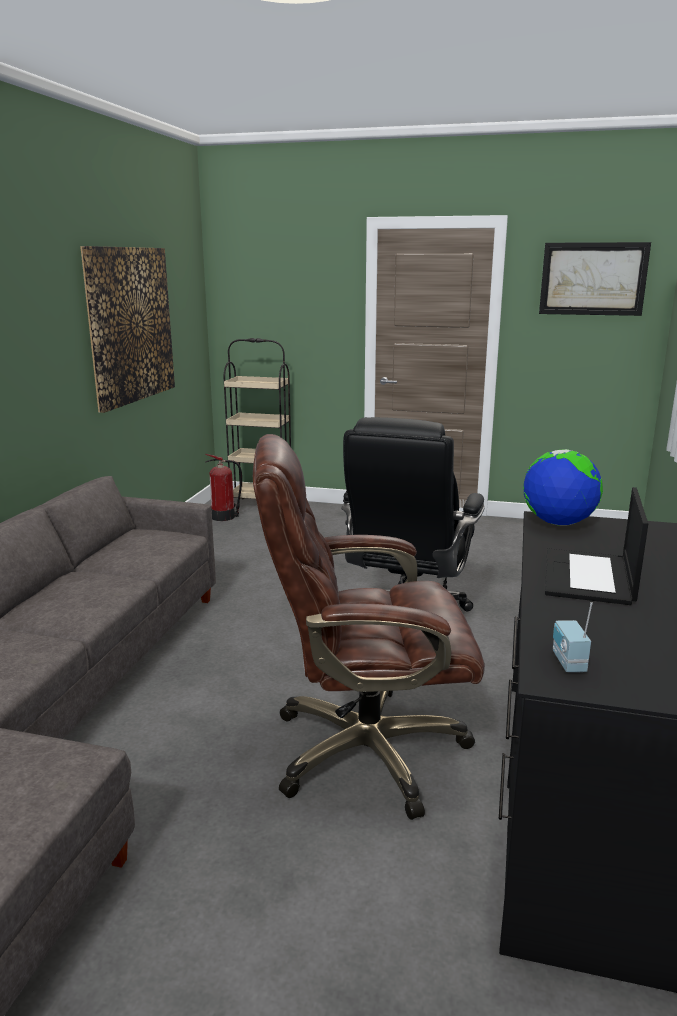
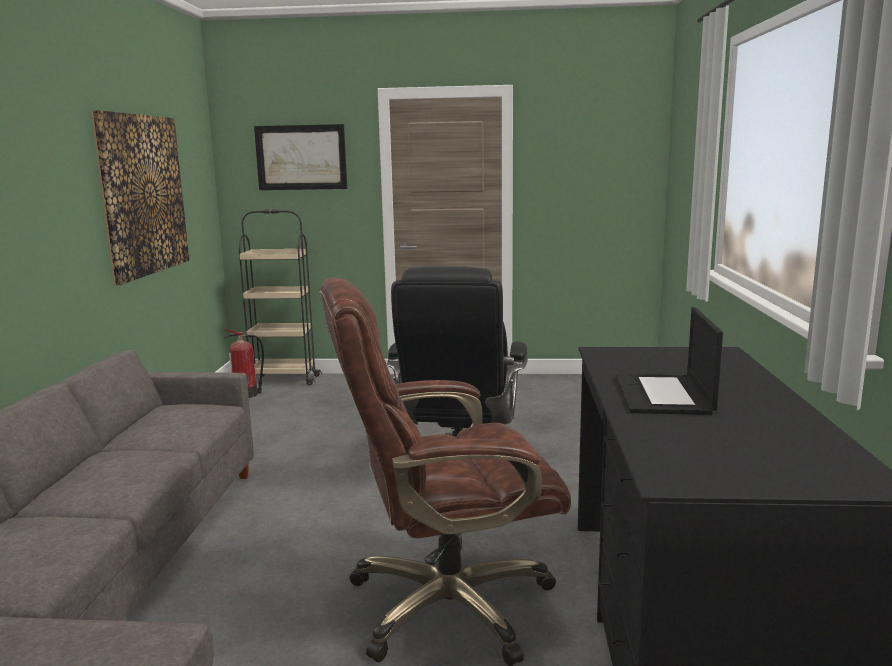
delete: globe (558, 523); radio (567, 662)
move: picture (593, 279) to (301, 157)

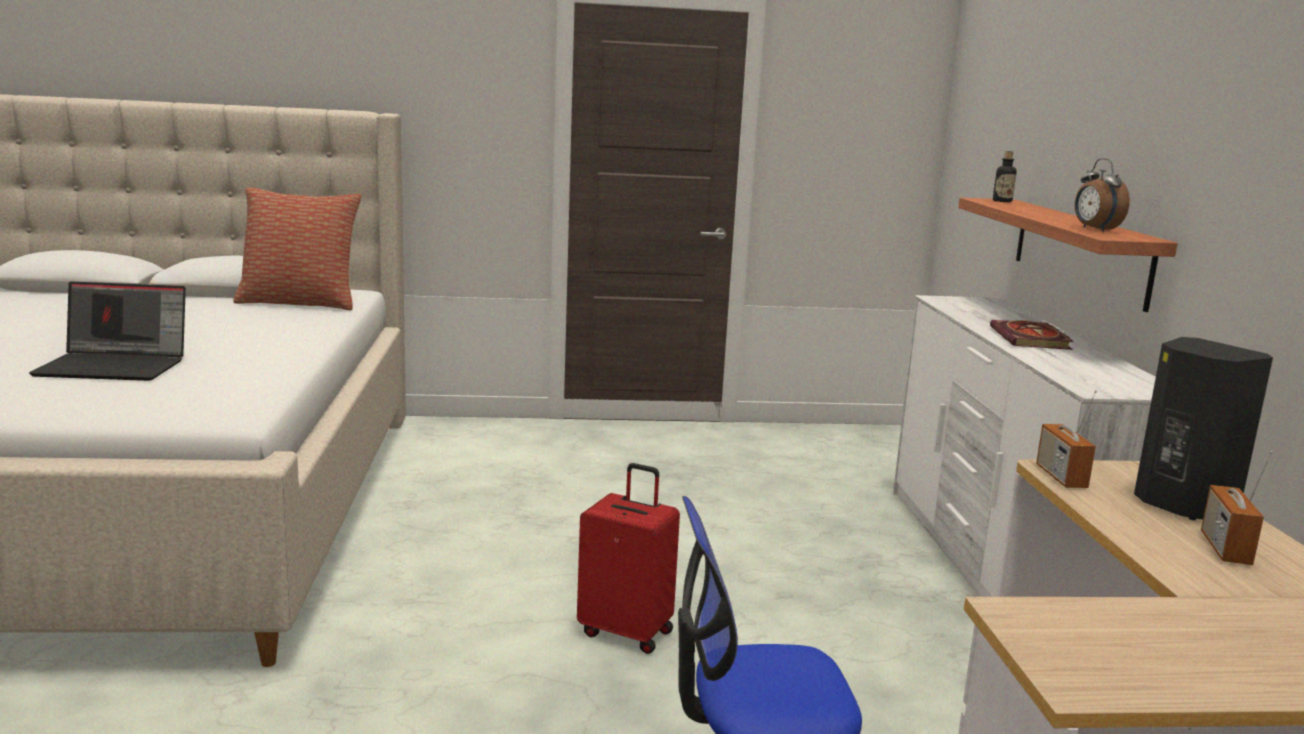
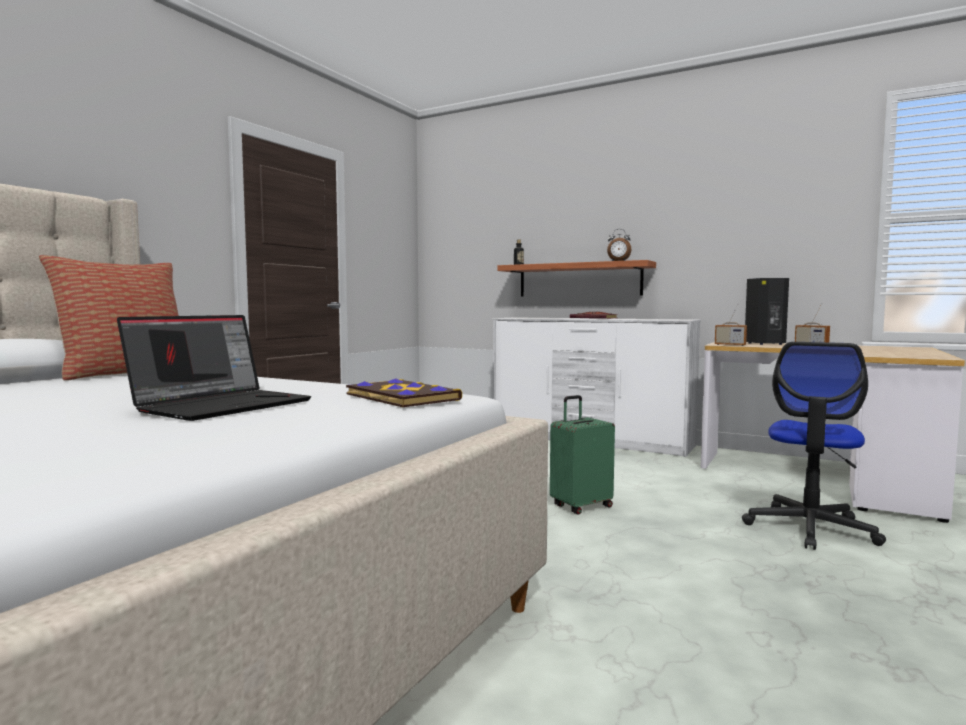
insert: book (400, 397)
recolor: red suitcase (627, 632) to green suitcase (580, 506)

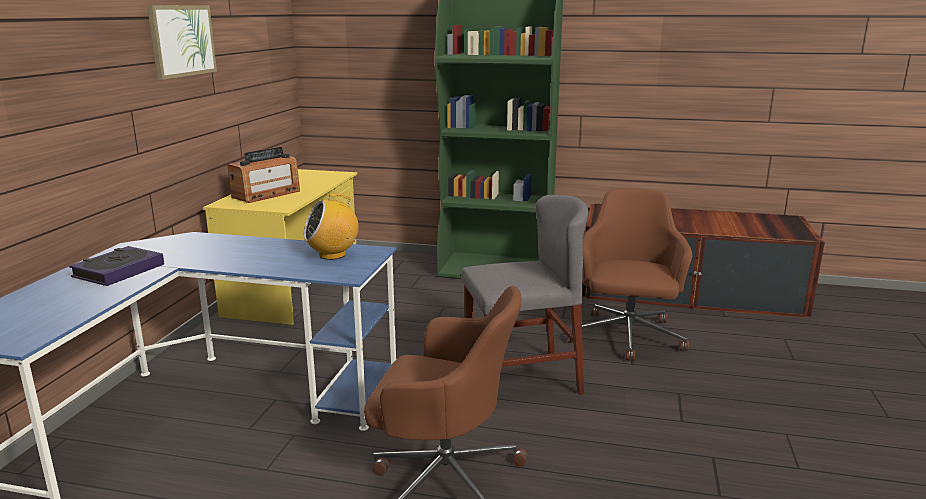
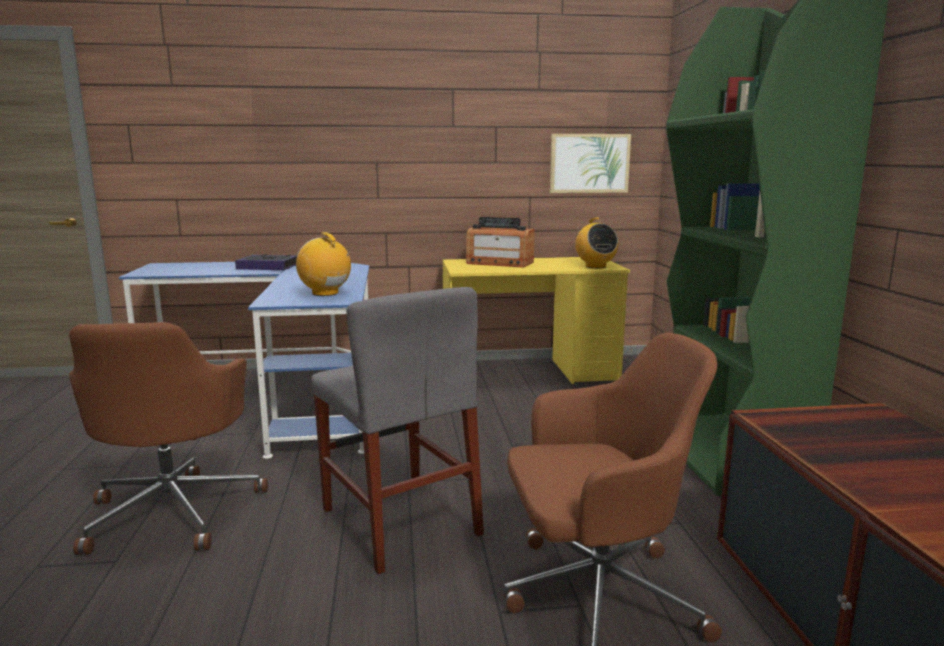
insert: radio (595, 266)
move: picture (182, 40) to (589, 163)

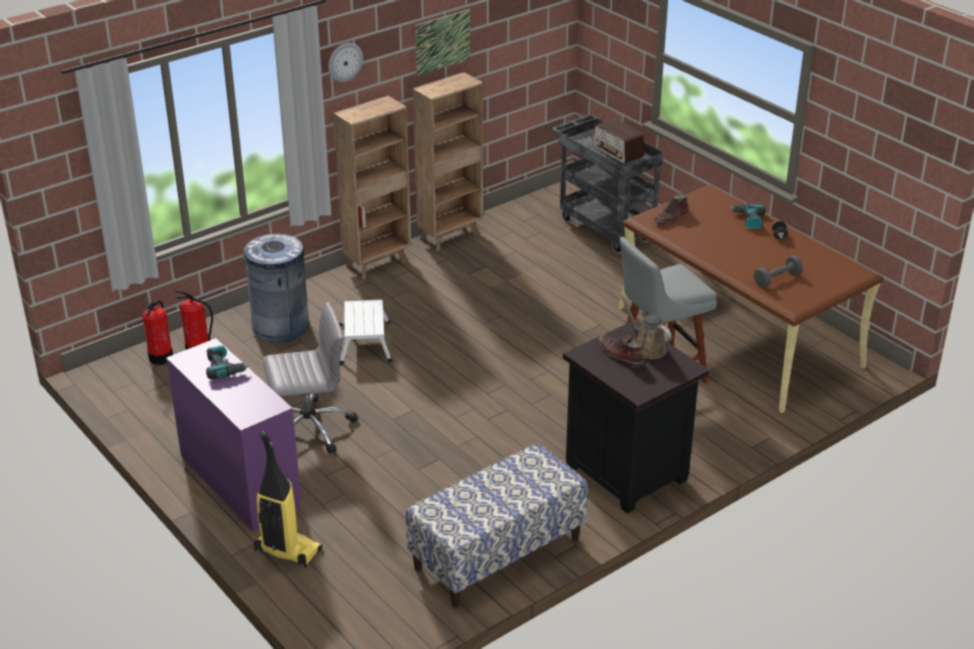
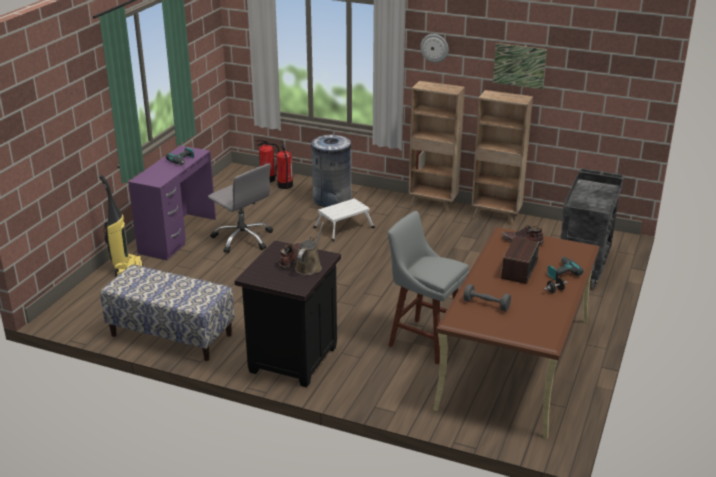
move: radio (618, 152) to (519, 270)

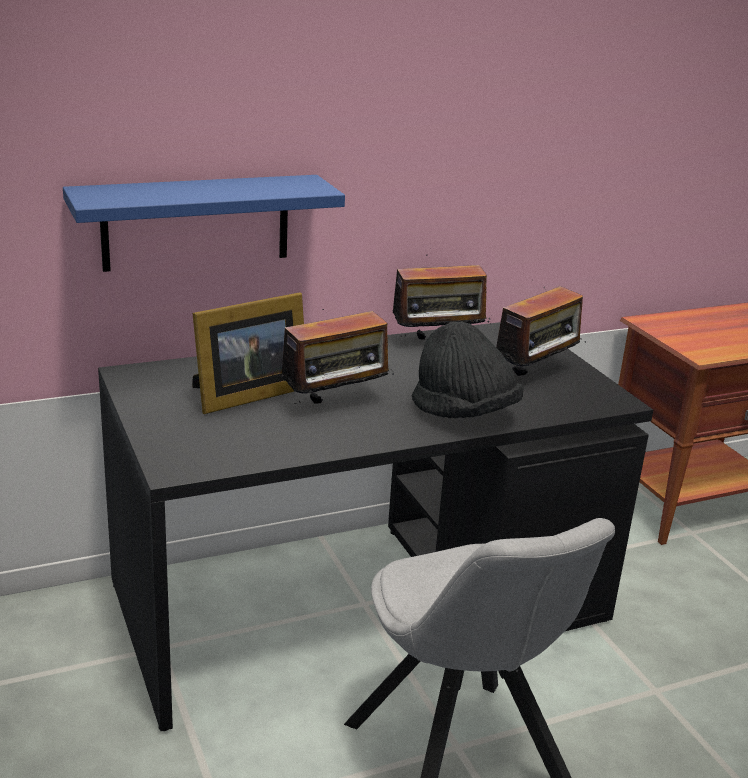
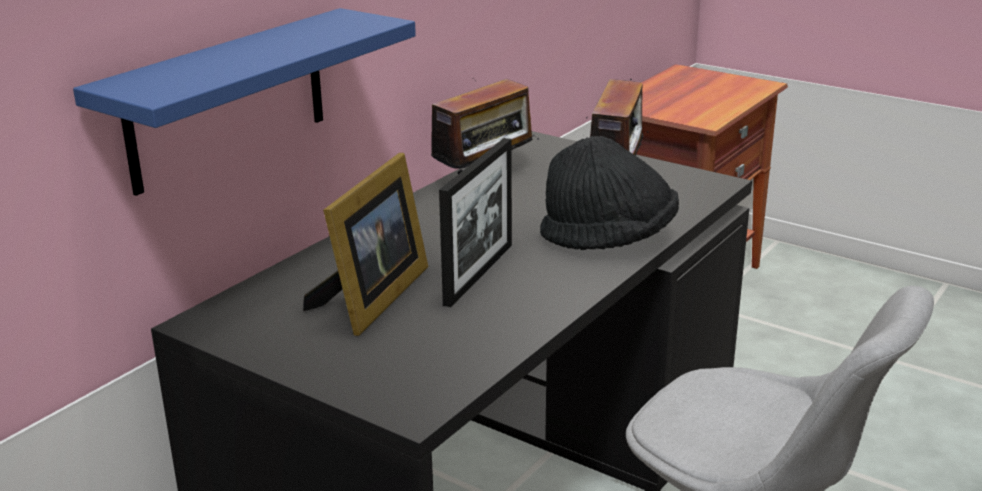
replace: radio (336, 404) to picture frame (479, 274)

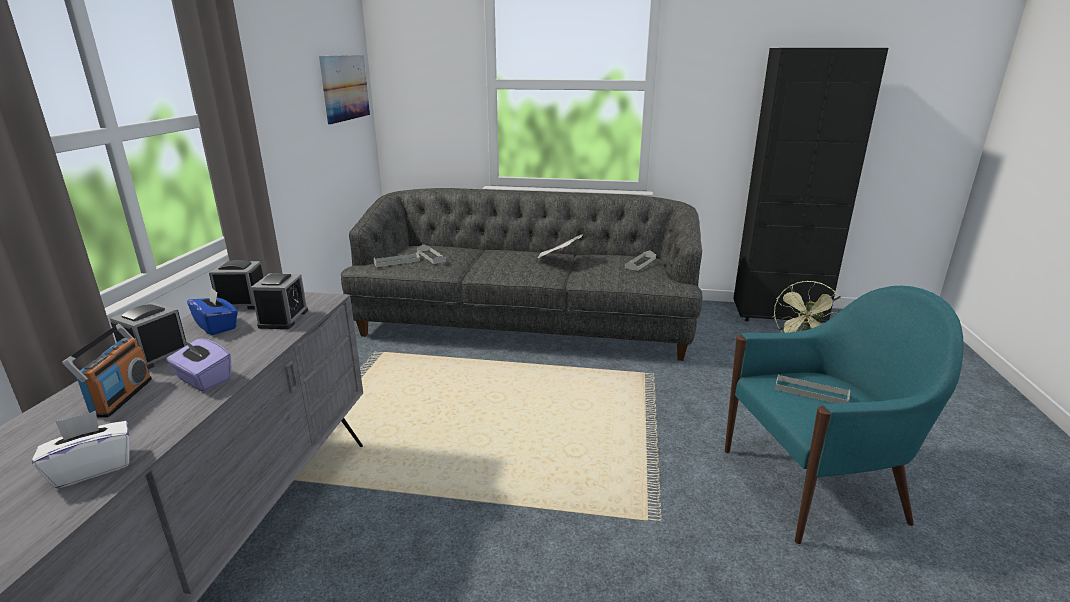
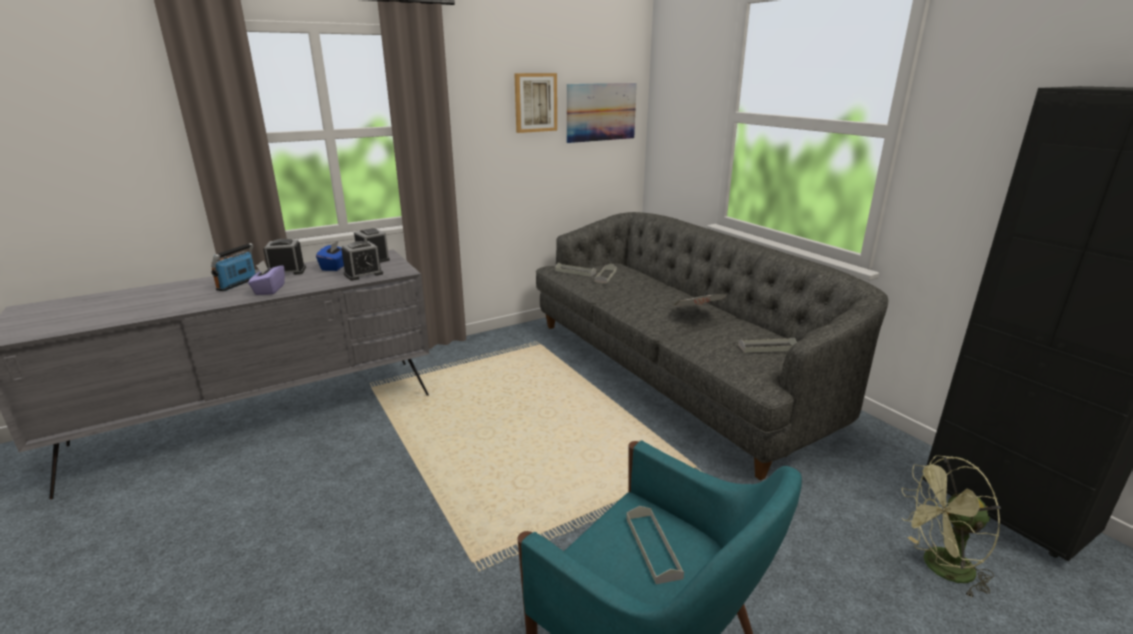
delete: white tissue box (93, 468)
insert: picture (535, 102)
rotate: radio (121, 397) = (237, 284) 150 degrees clockwise

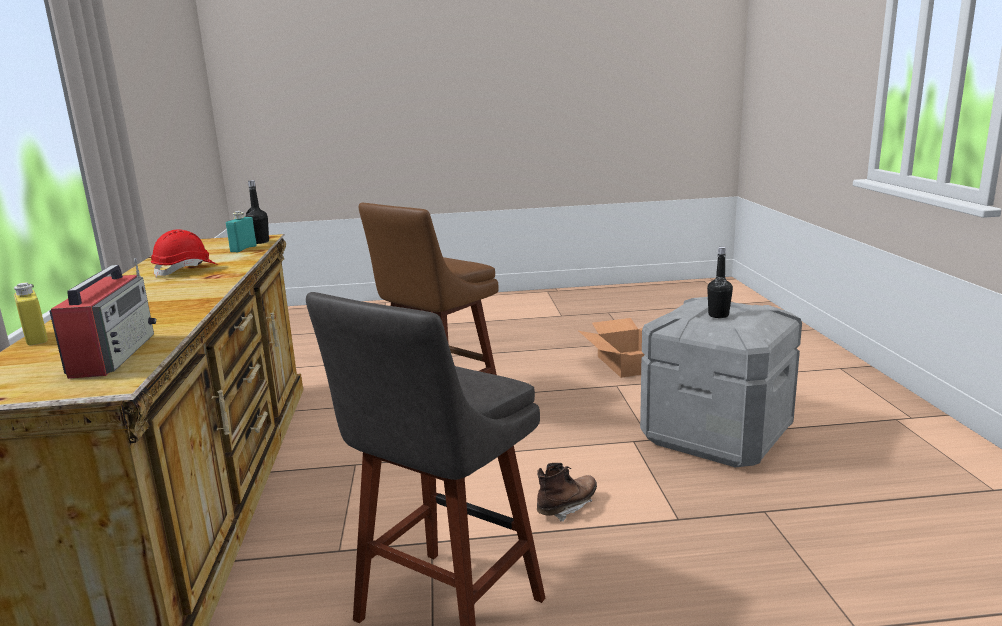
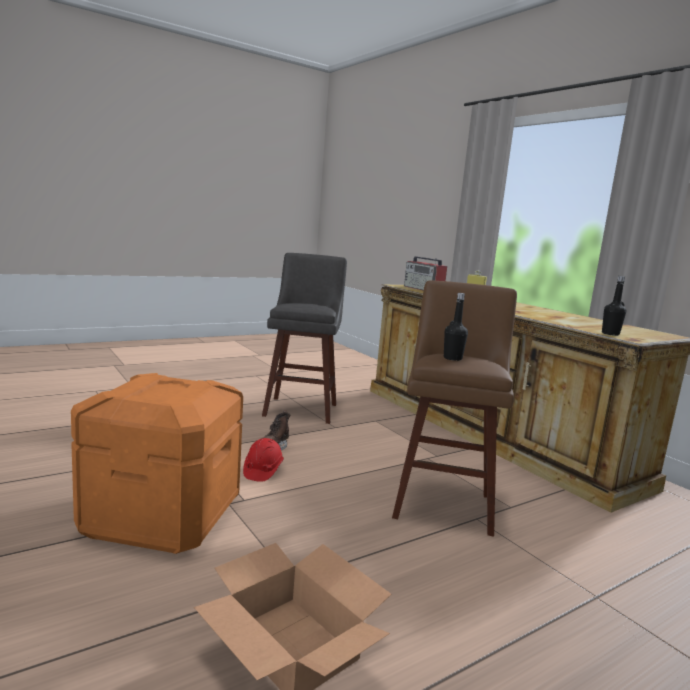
delete: turquoise bottle (243, 249)
move: red hard hat (186, 270) to (262, 470); black bottle (718, 315) to (452, 358)
recolor: grey storage box (716, 436) to orange storage box (161, 516)

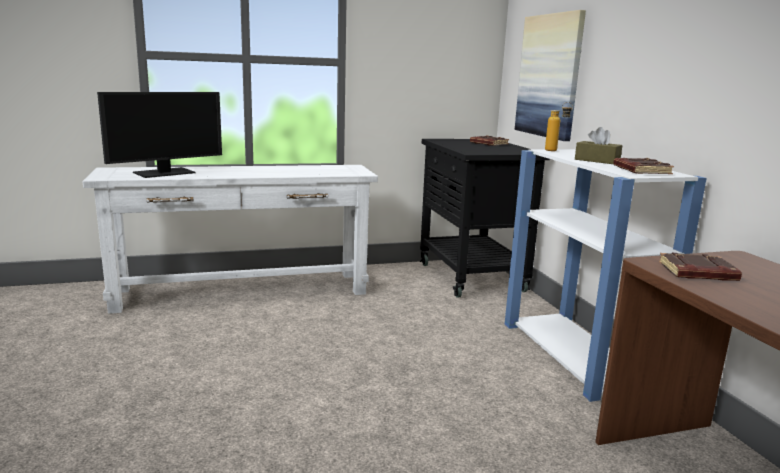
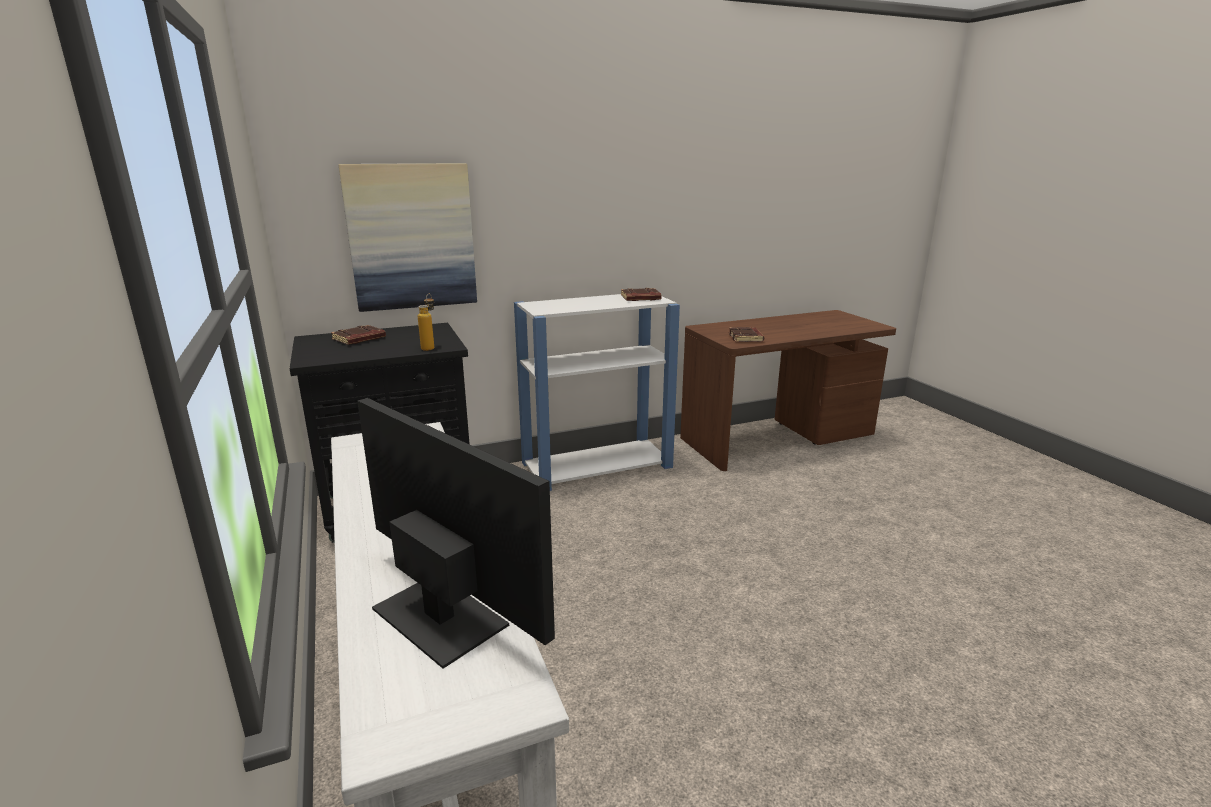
delete: brown tissue box (597, 160)
move: bottle (556, 150) to (430, 347)

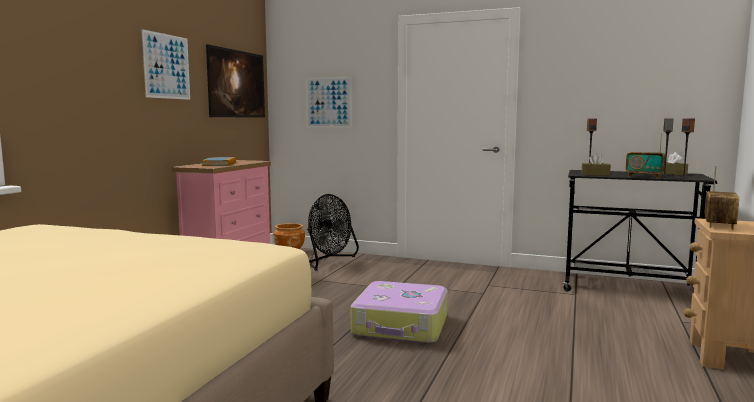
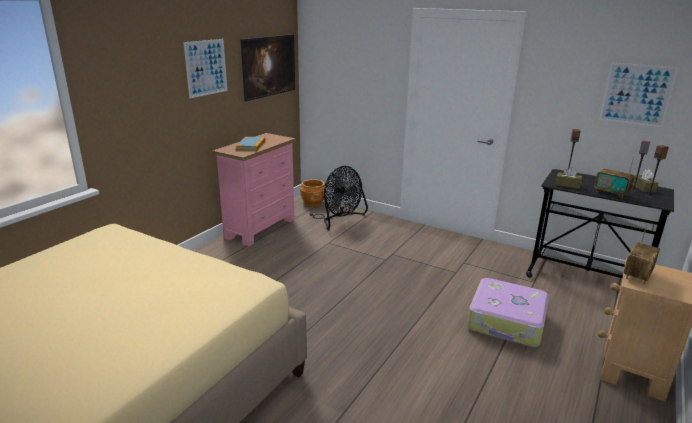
move: picture (328, 102) to (636, 94); suitcase (401, 326) to (507, 322)

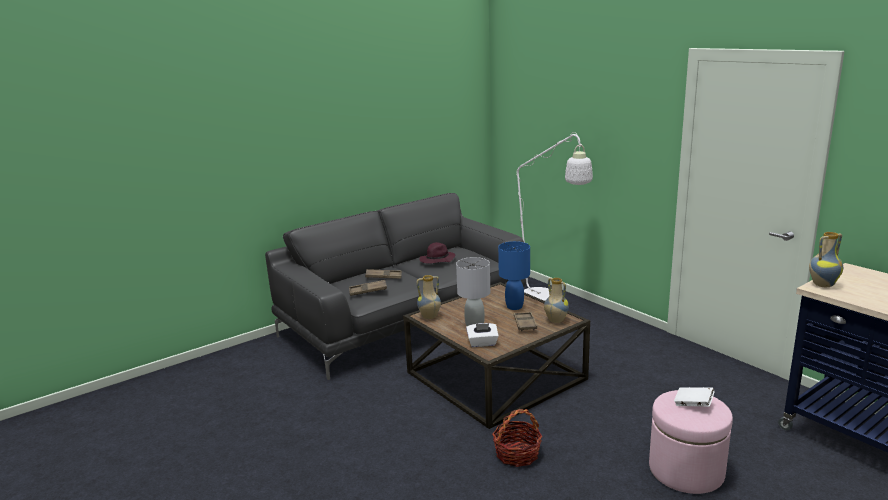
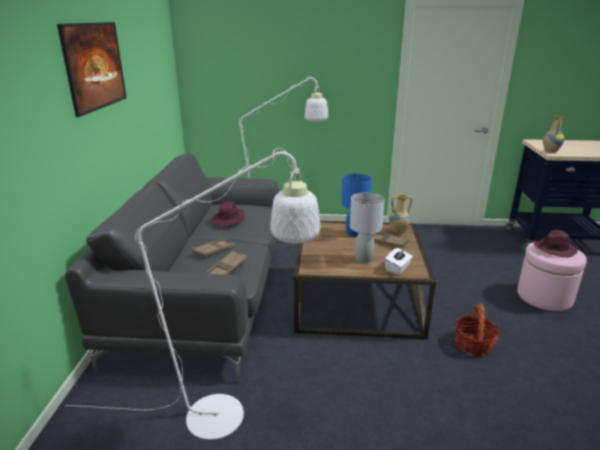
delete: vase (429, 317)
insert: picture (98, 86); white floor lamp (230, 416)
replace: white book (693, 404) to purple hat (554, 249)

